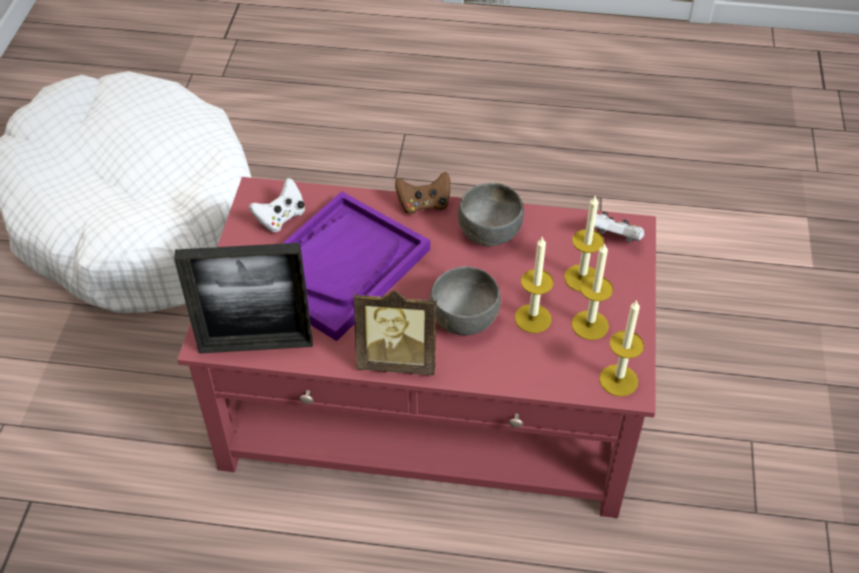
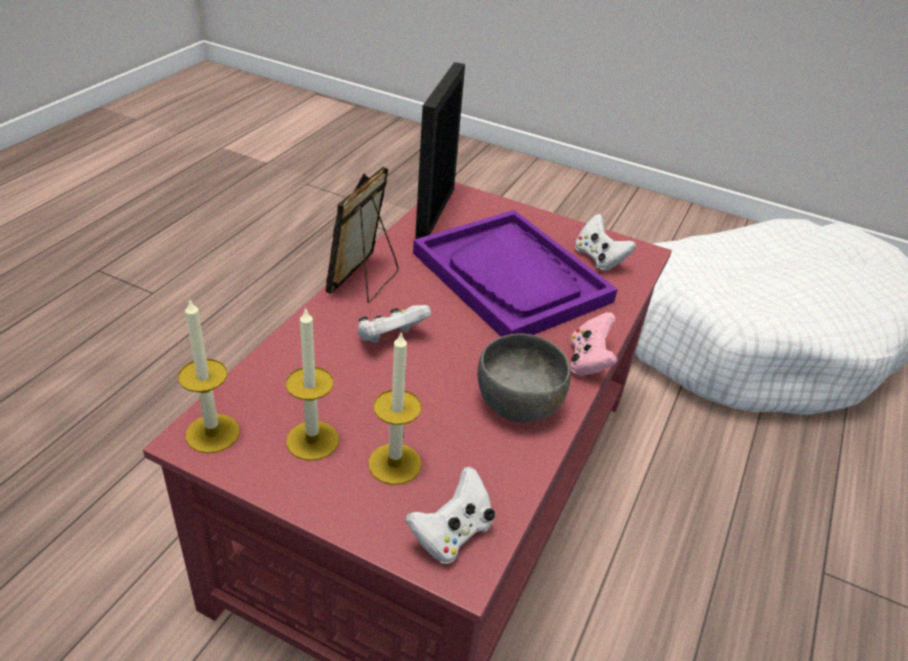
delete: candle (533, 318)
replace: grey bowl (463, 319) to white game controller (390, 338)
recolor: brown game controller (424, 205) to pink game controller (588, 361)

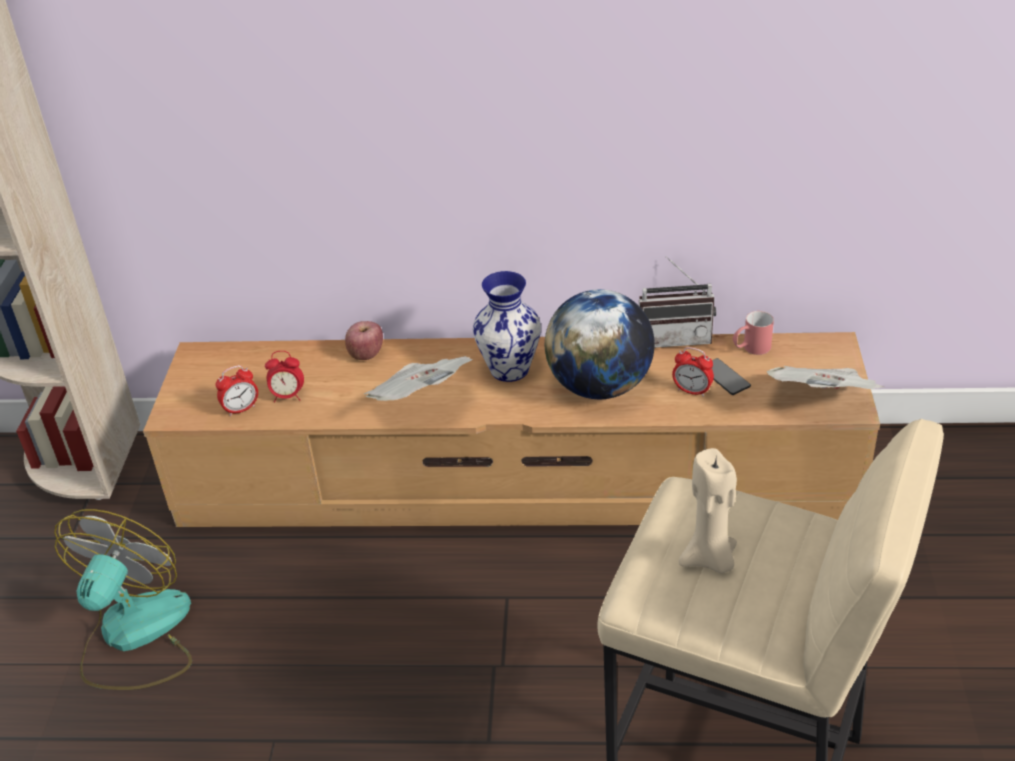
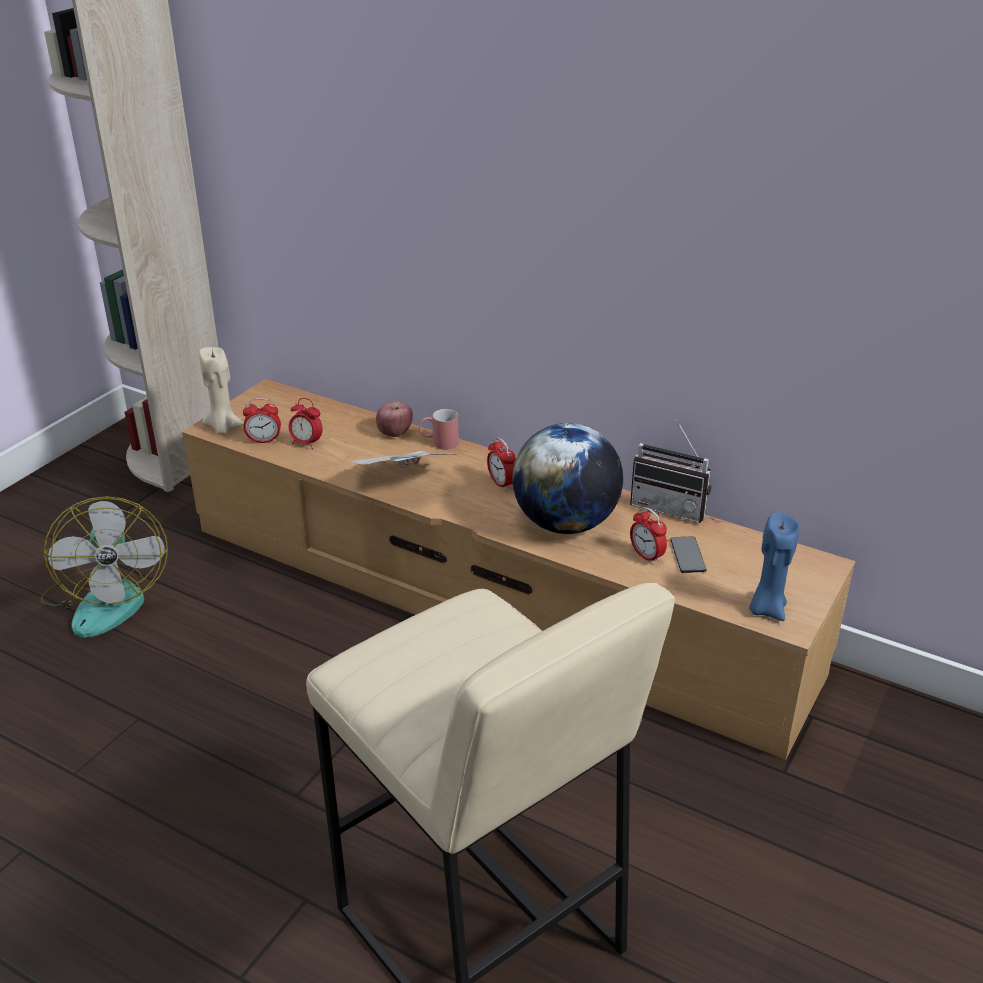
move: beige candle (710, 560) to (223, 428); red mug (751, 349) to (439, 443)
replace: vase (511, 369) to alarm clock (501, 483); newspaper (823, 401) to blue candle (766, 609)
rotate: fan (134, 637) = (107, 599) 120 degrees clockwise

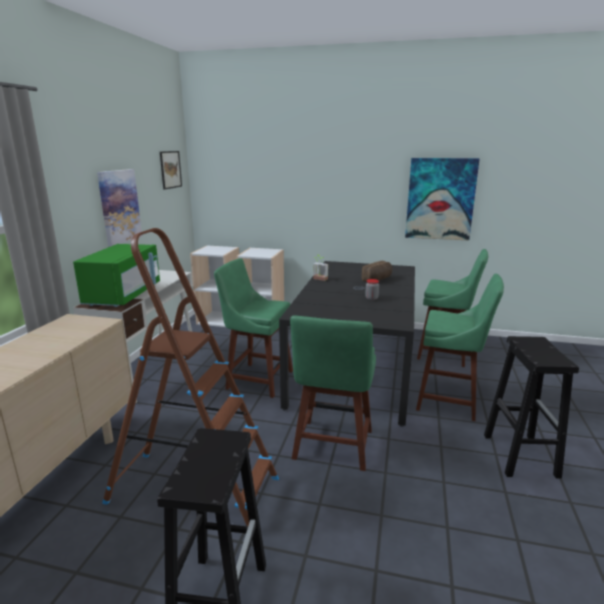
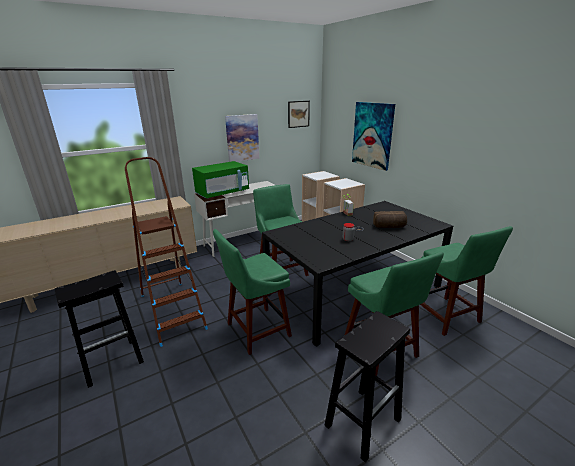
move: picture (440, 199) to (372, 135)

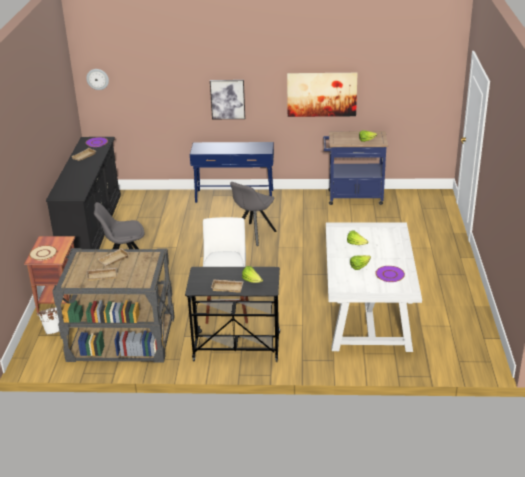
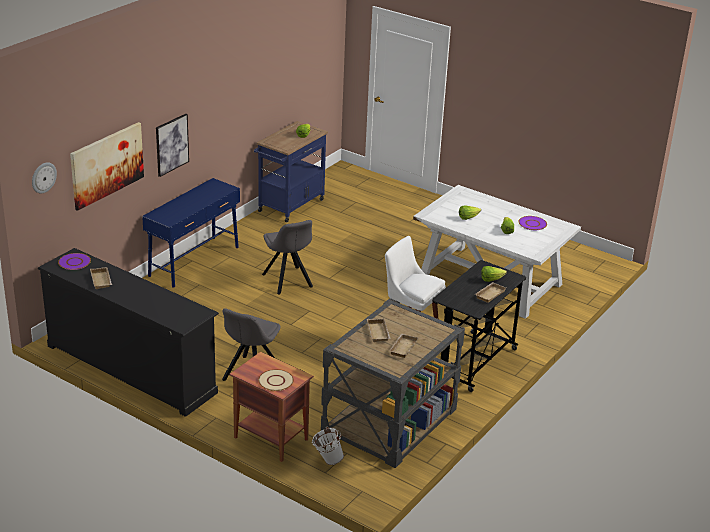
move: picture (321, 94) to (107, 165)

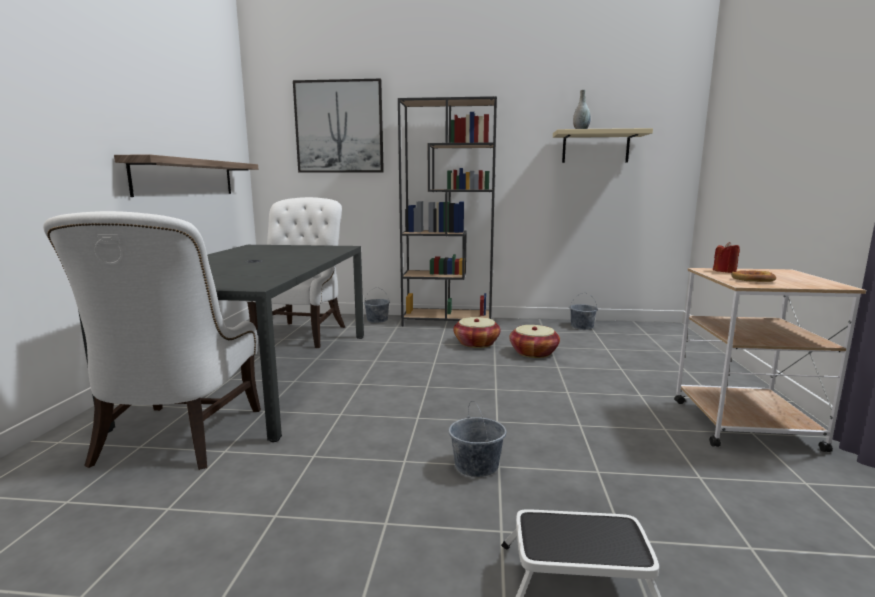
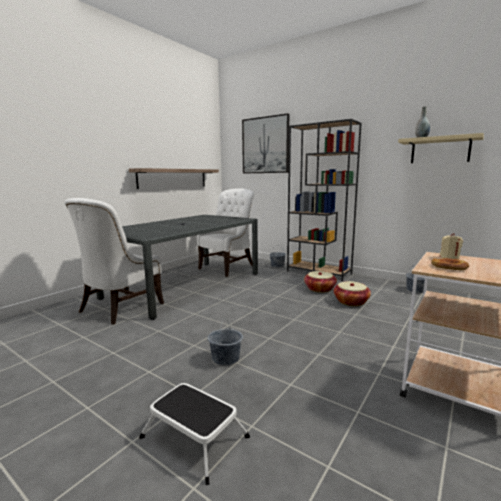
recolor: red candle (724, 271) to beige candle (449, 257)

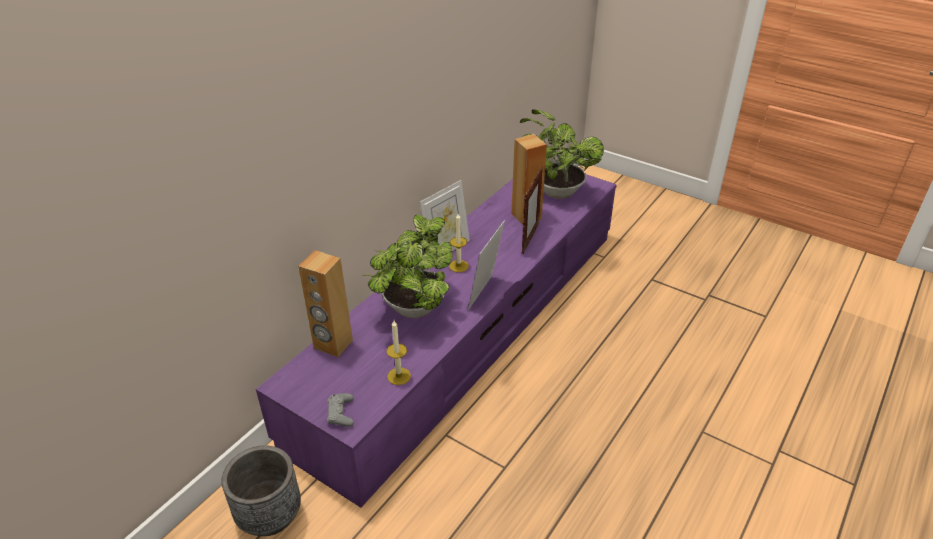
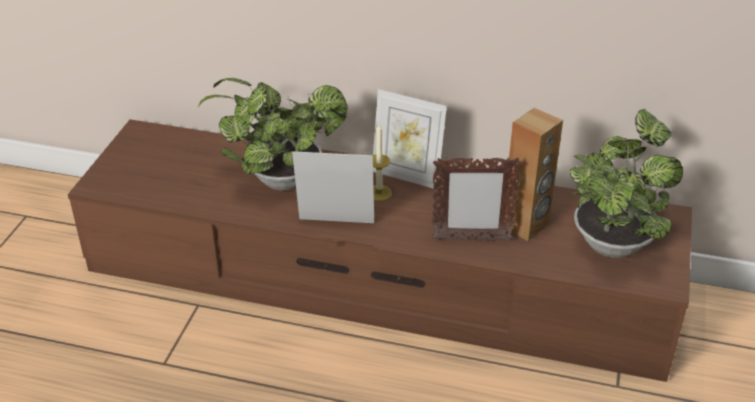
delete: grey planter (269, 516); brown speaker (333, 344); grey game controller (341, 413); candle (399, 376)
recolor: purple tv stand (465, 327) to brown tv stand (377, 277)

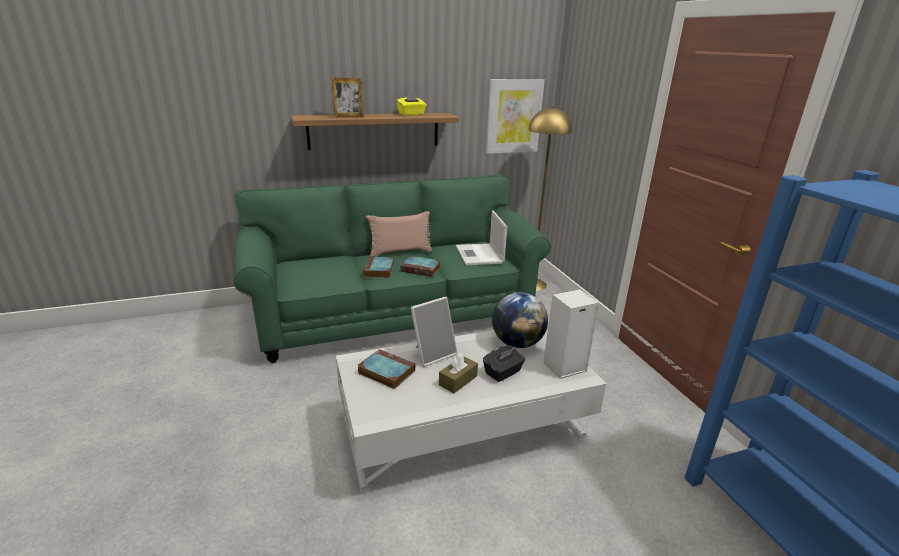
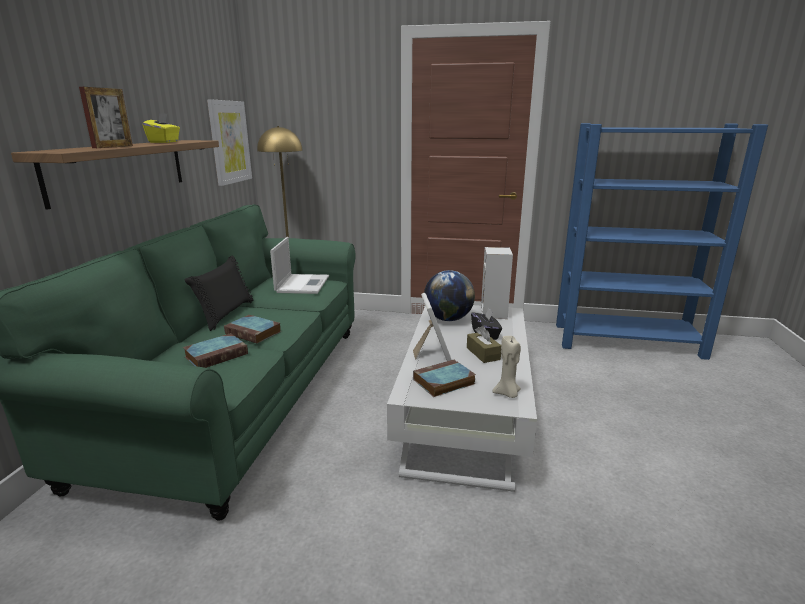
insert: beige candle (507, 393)
move: book (421, 269) to (217, 355)
recolor: beige pillow (400, 252) to black pillow (225, 314)
rotate: laptop (479, 255) = (302, 284) 105 degrees counterclockwise

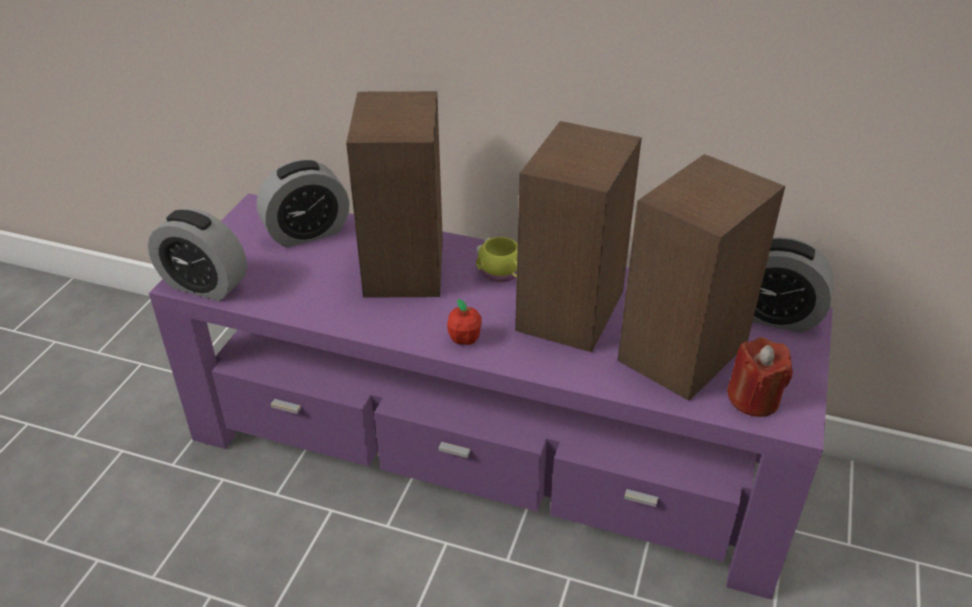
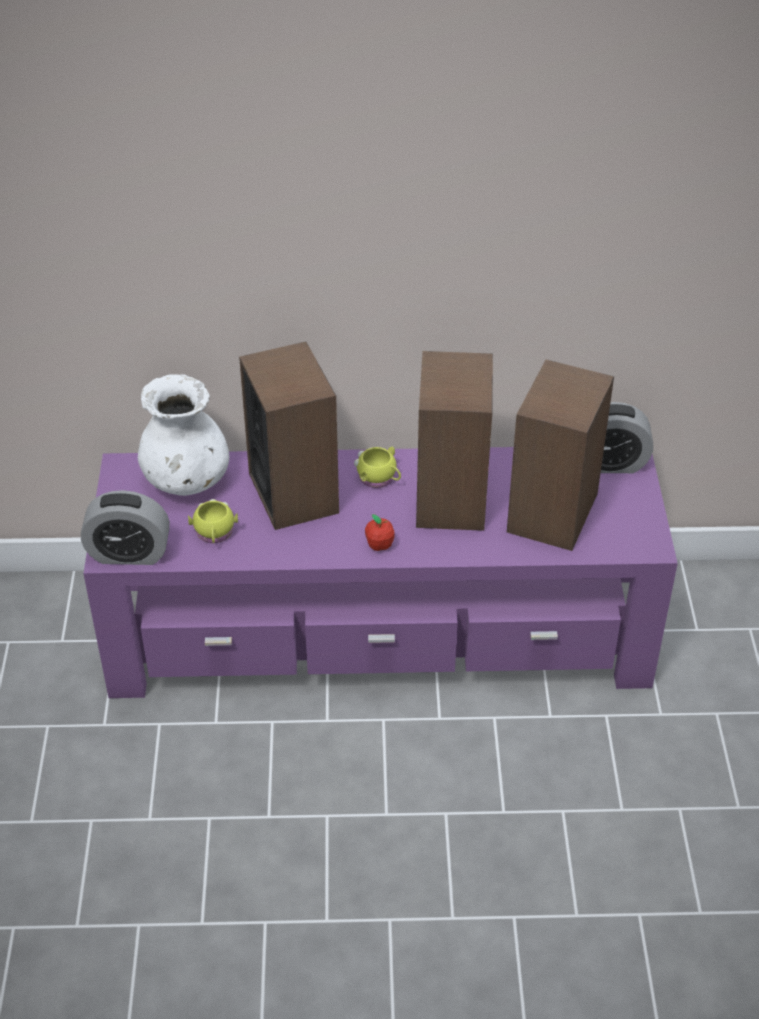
delete: red candle (753, 399)
insert: yellow mug (214, 534)
replace: alarm clock (307, 233) to white vase (187, 481)

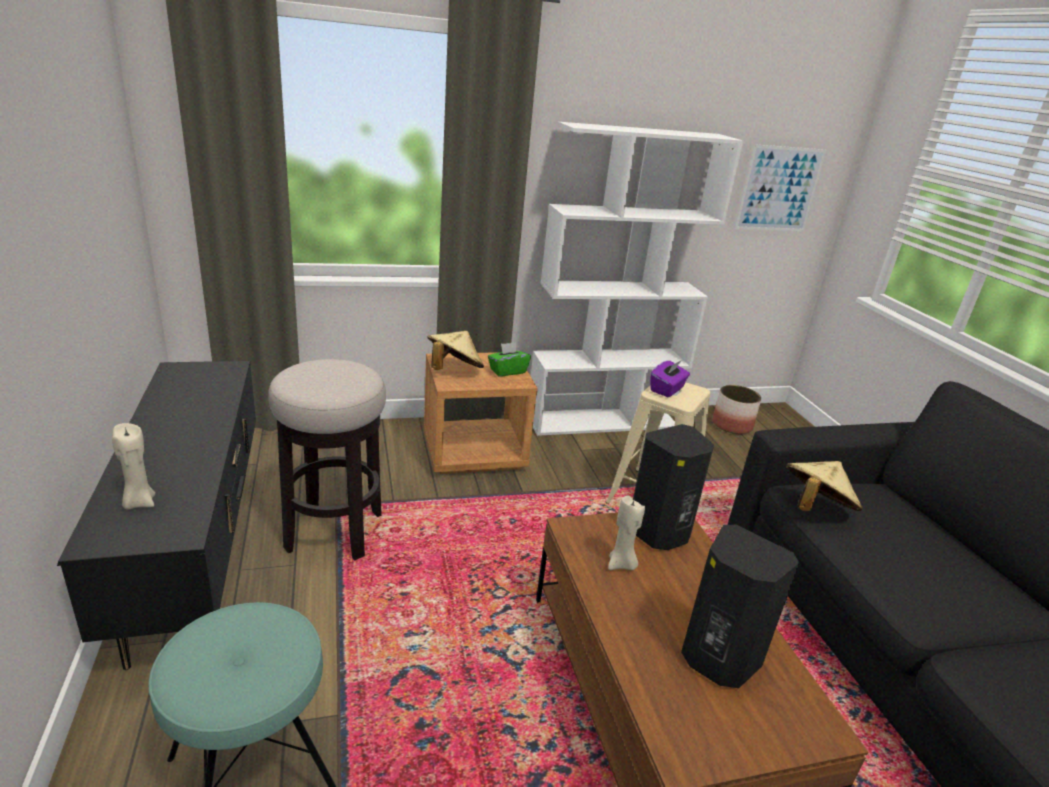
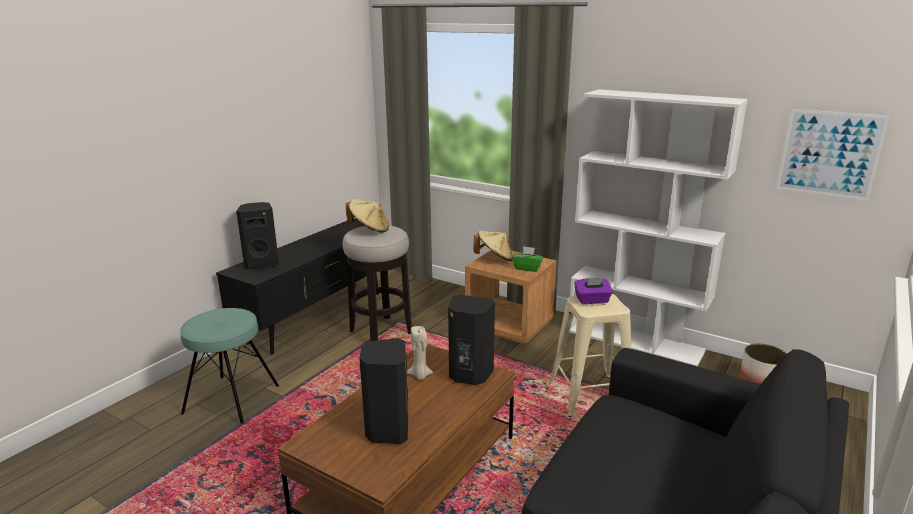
move: beige hat (814, 507) to (369, 229)
replace: beige candle (139, 502) to black speaker (262, 264)

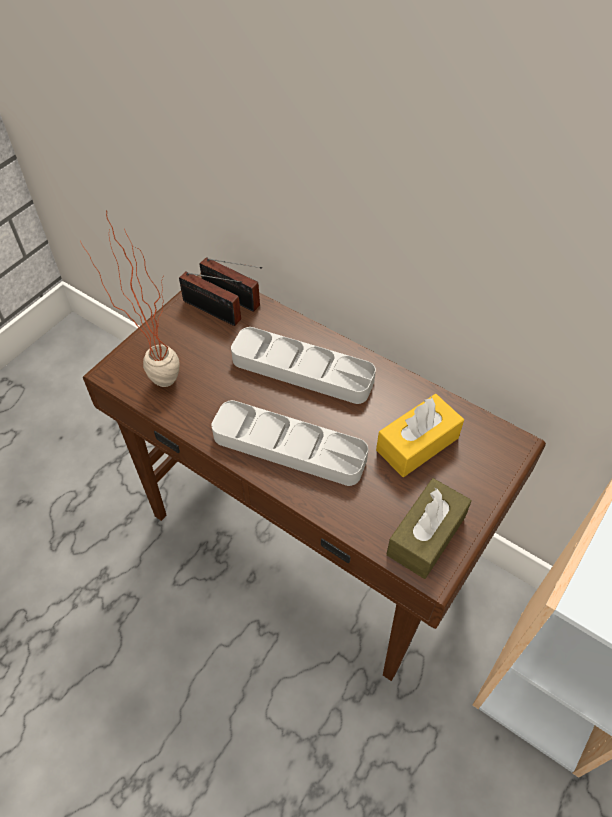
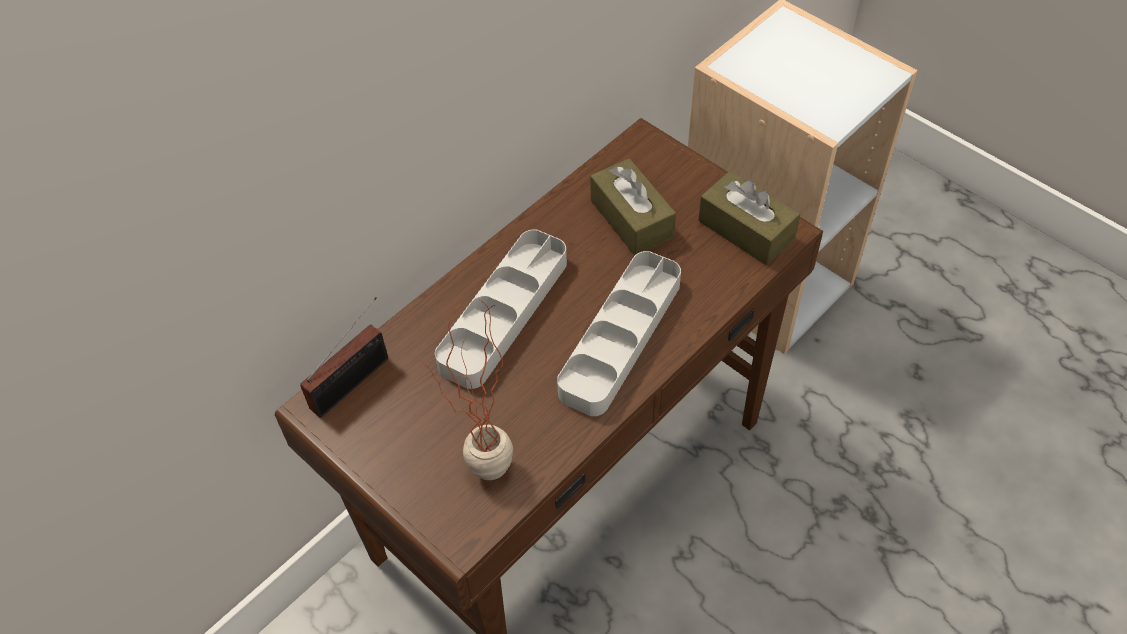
delete: radio (214, 312)
recolor: yellow tissue box (417, 444) to brown tissue box (631, 219)

